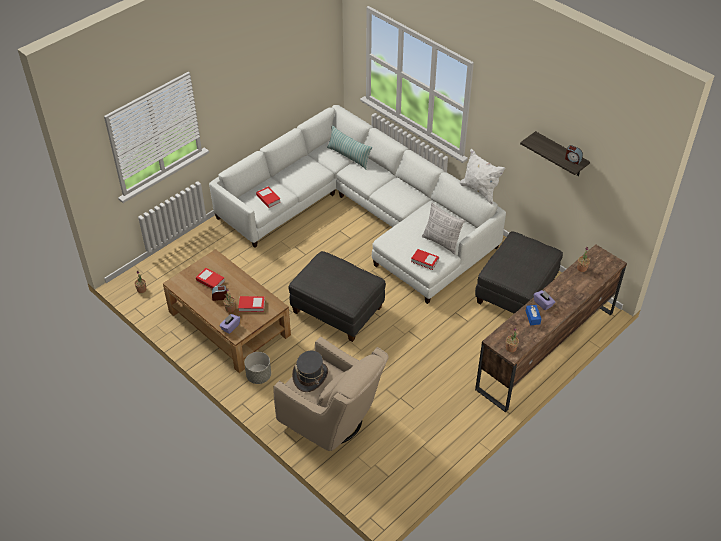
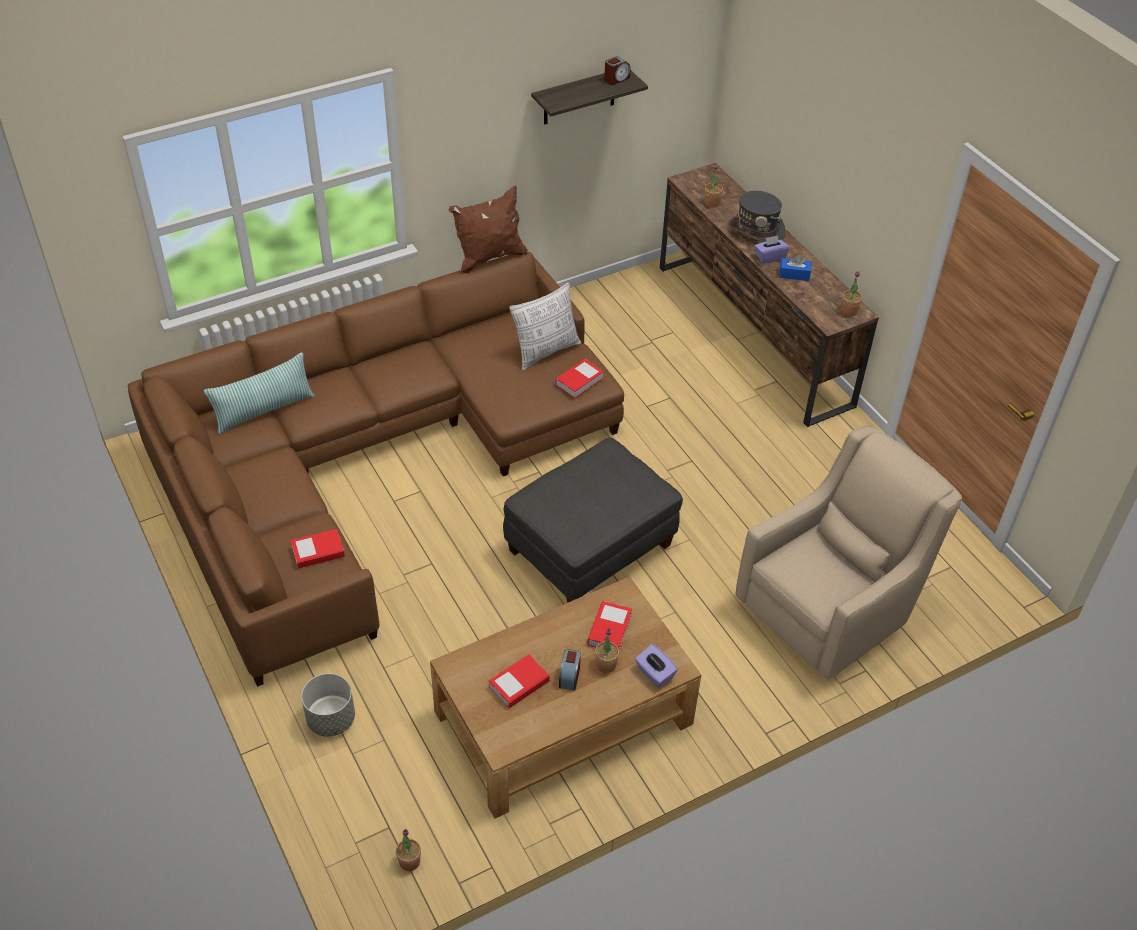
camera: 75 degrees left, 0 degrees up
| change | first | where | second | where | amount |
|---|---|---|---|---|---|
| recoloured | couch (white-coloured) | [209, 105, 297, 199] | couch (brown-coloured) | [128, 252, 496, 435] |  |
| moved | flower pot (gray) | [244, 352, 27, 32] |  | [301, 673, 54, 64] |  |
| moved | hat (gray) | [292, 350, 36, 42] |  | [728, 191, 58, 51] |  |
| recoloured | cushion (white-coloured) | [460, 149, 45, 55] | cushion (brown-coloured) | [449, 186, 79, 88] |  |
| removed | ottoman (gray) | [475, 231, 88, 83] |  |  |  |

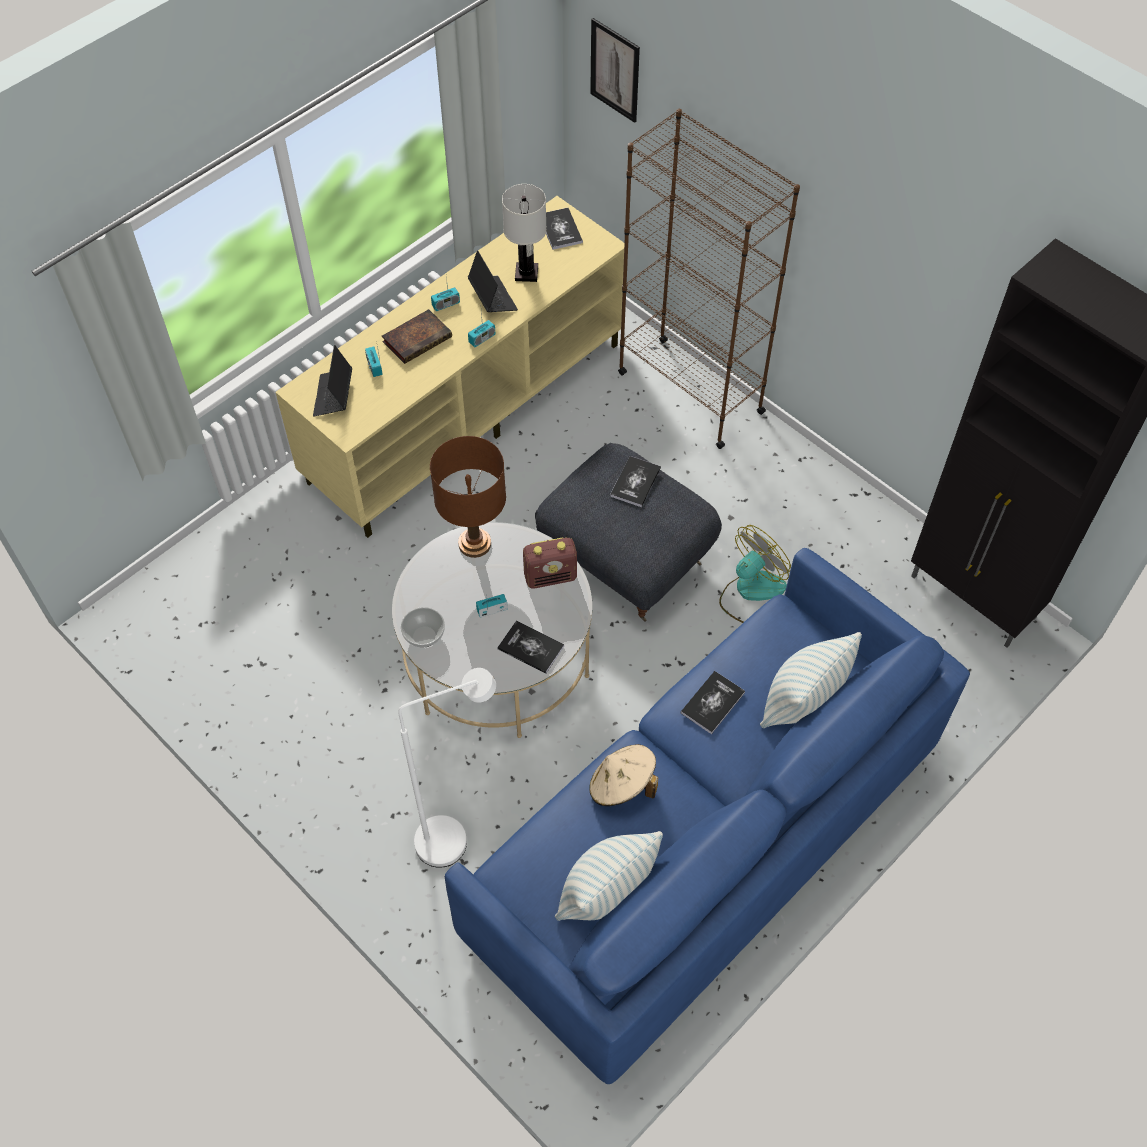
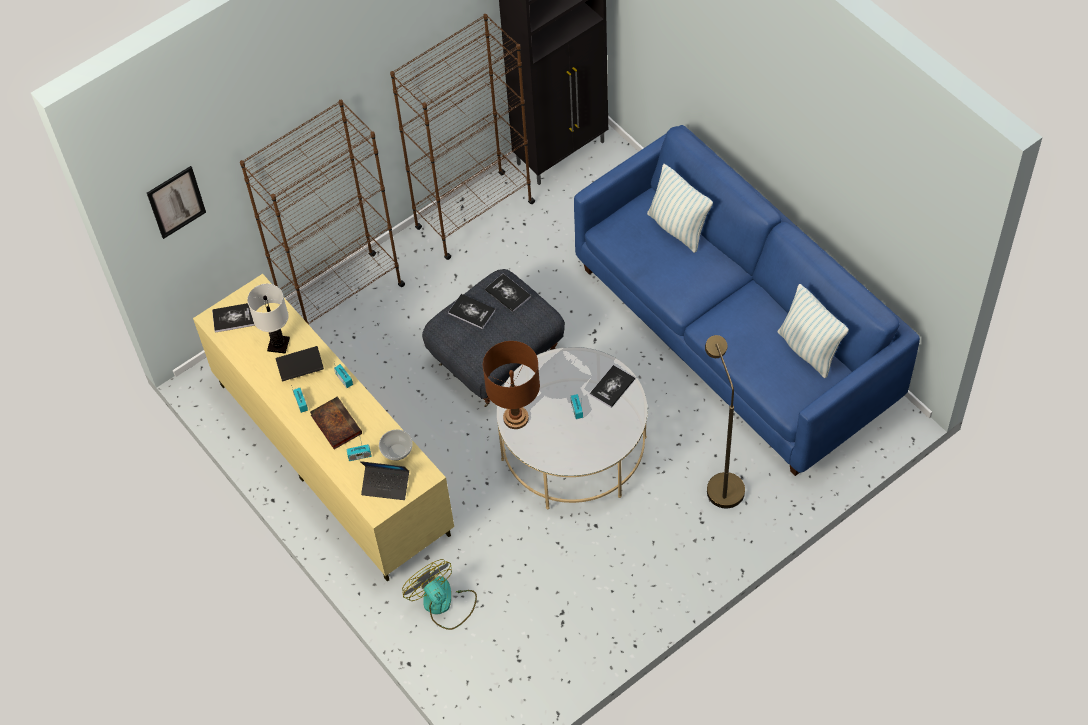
camera: 80 degrees left, 0 degrees up
| change | first | where | second | where | amount |
|---|---|---|---|---|---|
| recoloured | standard lamp (white-coloured) | [398, 668, 98, 200] | standard lamp (brown-coloured) | [705, 335, 40, 174] |  |
| moved | deep dish | [401, 607, 44, 41] |  | [379, 429, 34, 31] |  |
| removed | radio | [523, 537, 54, 52] |  |  |  |
| removed | hat (sand-coloured) | [589, 744, 69, 62] |  |  |  |
| moved | book | [680, 671, 65, 63] |  | [485, 274, 46, 38] |  |
| moved | fan | [719, 525, 72, 98] |  | [402, 559, 75, 71] |  |
| added |  |  | shelving unit (brown-coloured) | [390, 14, 145, 246] |  |

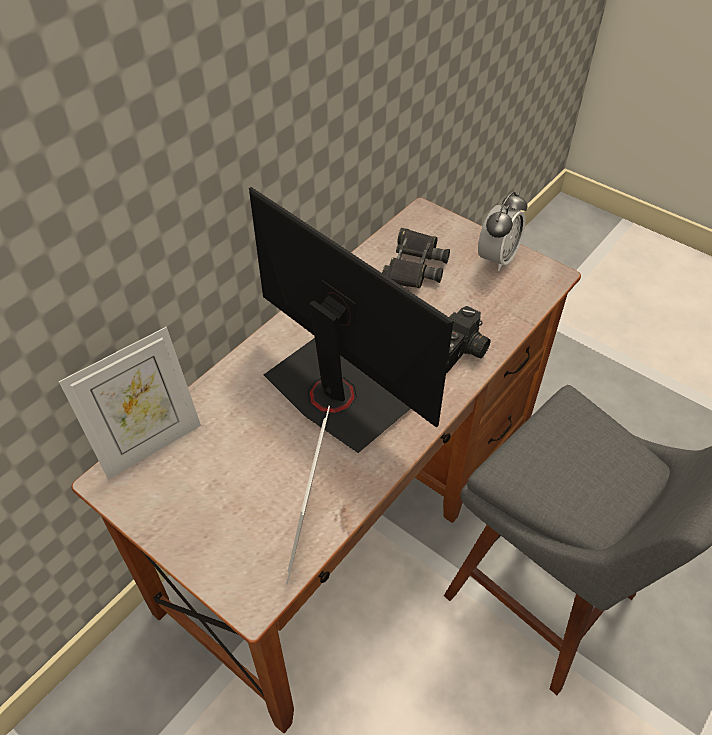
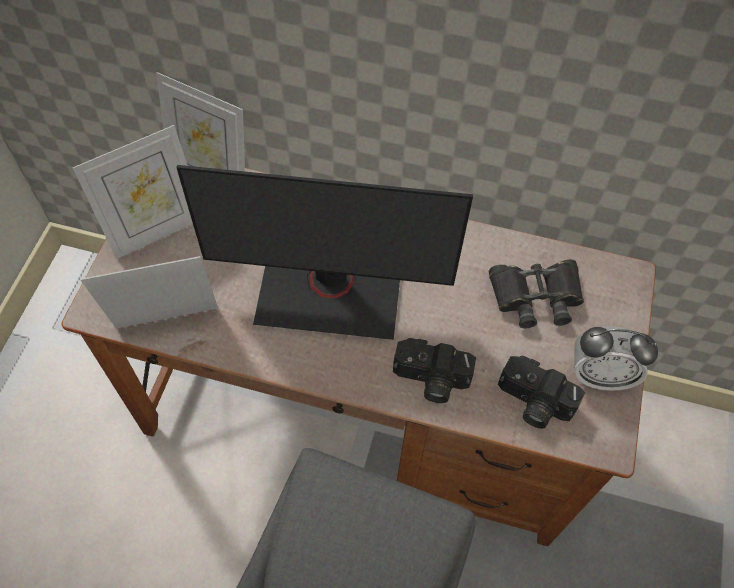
camera: 65 degrees right, 10 degrees up
| change | first | where | second | where | amount |
|---|---|---|---|---|---|
| turned | monitor | [249, 187, 205, 266] |  | [176, 165, 297, 175] | 75 degrees clockwise |
| added |  |  | standing frame | [73, 125, 120, 134] |  |
| added |  |  | photo camera | [498, 356, 87, 73] |  |

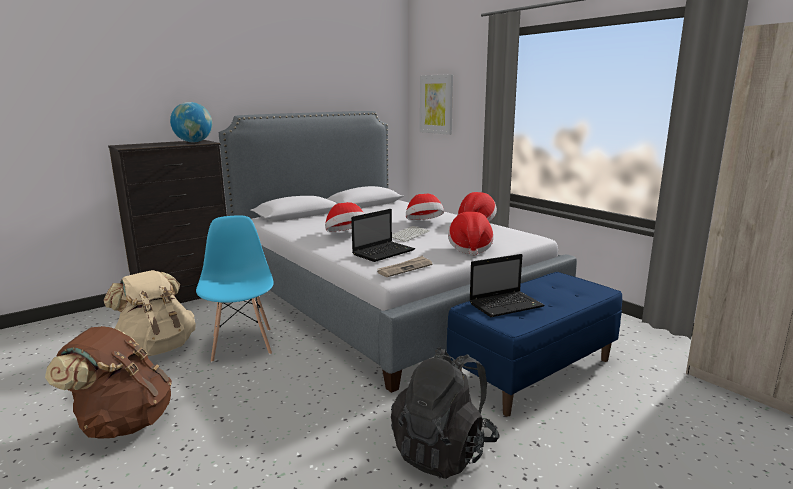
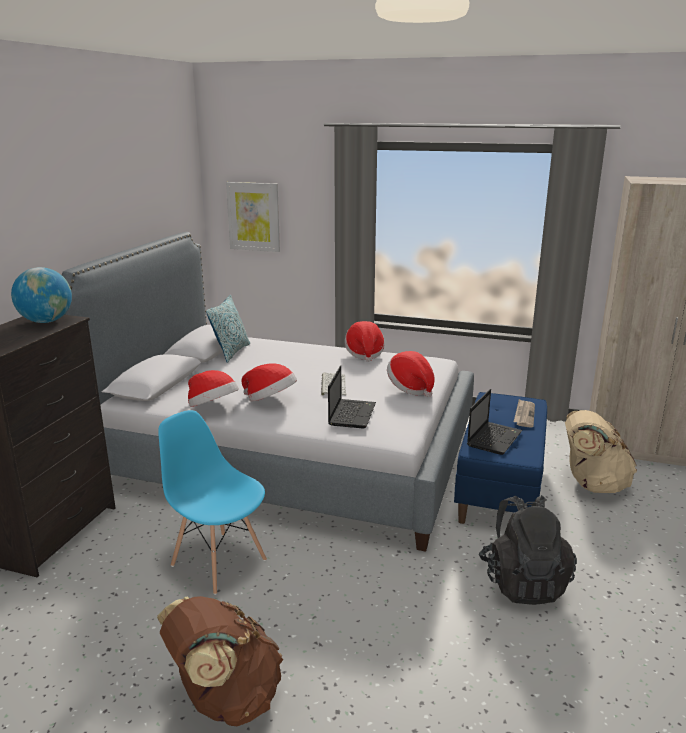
camera: 35 degrees left, 5 degrees up
| change | first | where | second | where | amount |
|---|---|---|---|---|---|
| moved | backpack (sand-coloured) | [103, 270, 93, 86] |  | [565, 410, 72, 83] |  |
| moved | printed paper | [377, 255, 56, 22] |  | [514, 399, 21, 29] |  |
| moved | hat | [406, 194, 38, 26] |  | [188, 370, 51, 37] |  |
| added |  |  | cushion | [206, 295, 44, 68] |  |

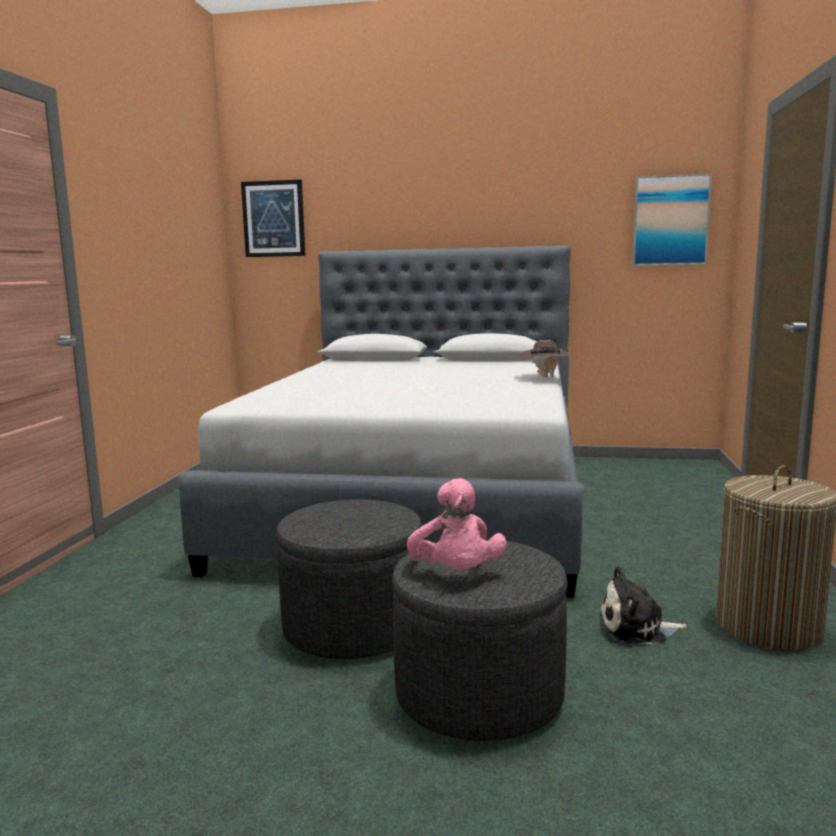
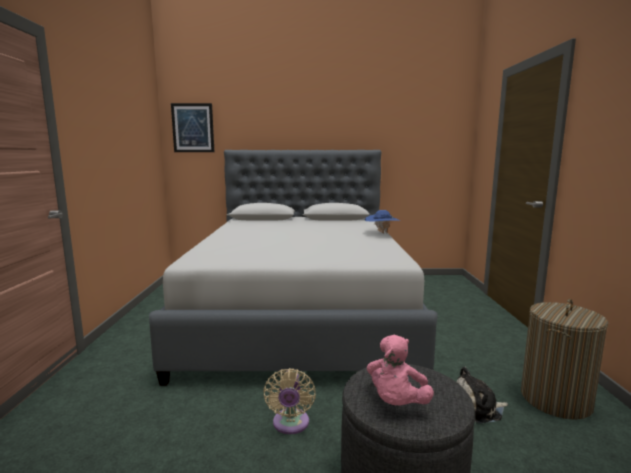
camera: 10 degrees left, 0 degrees up
| change | first | where | second | where | amount |
|---|---|---|---|---|---|
| replaced | ottoman (gray) | [276, 499, 146, 160] | fan (sand-coloured) | [263, 368, 53, 66] |  |
| turned | cuddly toy (pink) | [407, 478, 100, 91] |  | [367, 335, 67, 71] | 45 degrees clockwise |
| recoloured | hat (brown-coloured) | [517, 340, 57, 38] | hat (blue) | [365, 210, 36, 24] |  |
| removed | picture | [632, 173, 80, 93] |  |  |  |

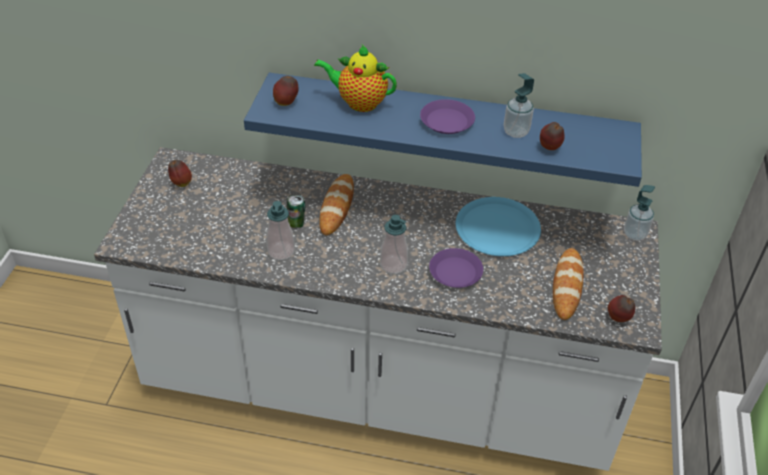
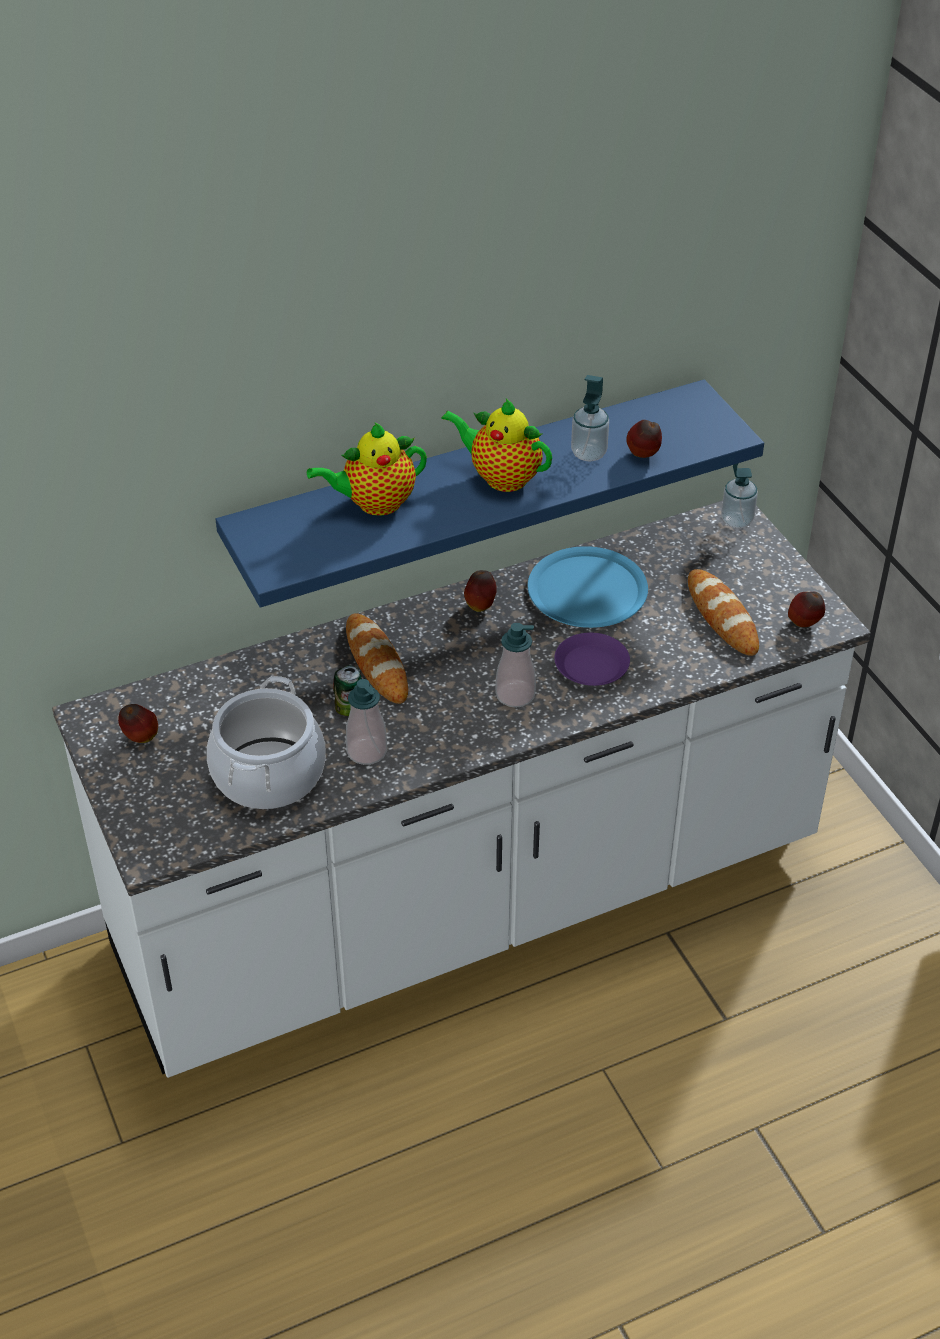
camera: 35 degrees left, 0 degrees up
| change | first | where | second | where | amount |
|---|---|---|---|---|---|
| moved | apple fruit | [273, 76, 25, 30] |  | [464, 570, 33, 42] |  |
| replaced | plate (purplish) | [420, 99, 55, 35] | tea pot | [441, 398, 111, 94] |  |
| added |  |  | saucepot | [207, 676, 119, 133] |  |

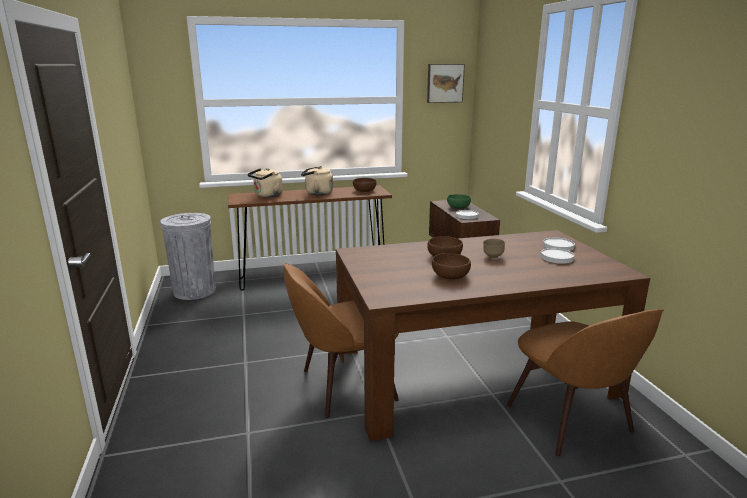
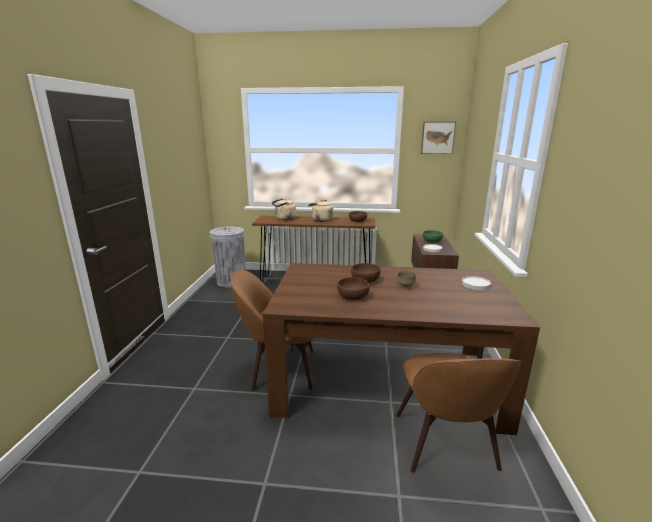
camera: 20 degrees right, 0 degrees up
| change | first | where | second | where | amount |
|---|---|---|---|---|---|
| removed | plate (white-coloured) | [541, 248, 33, 16] |  |  |  |

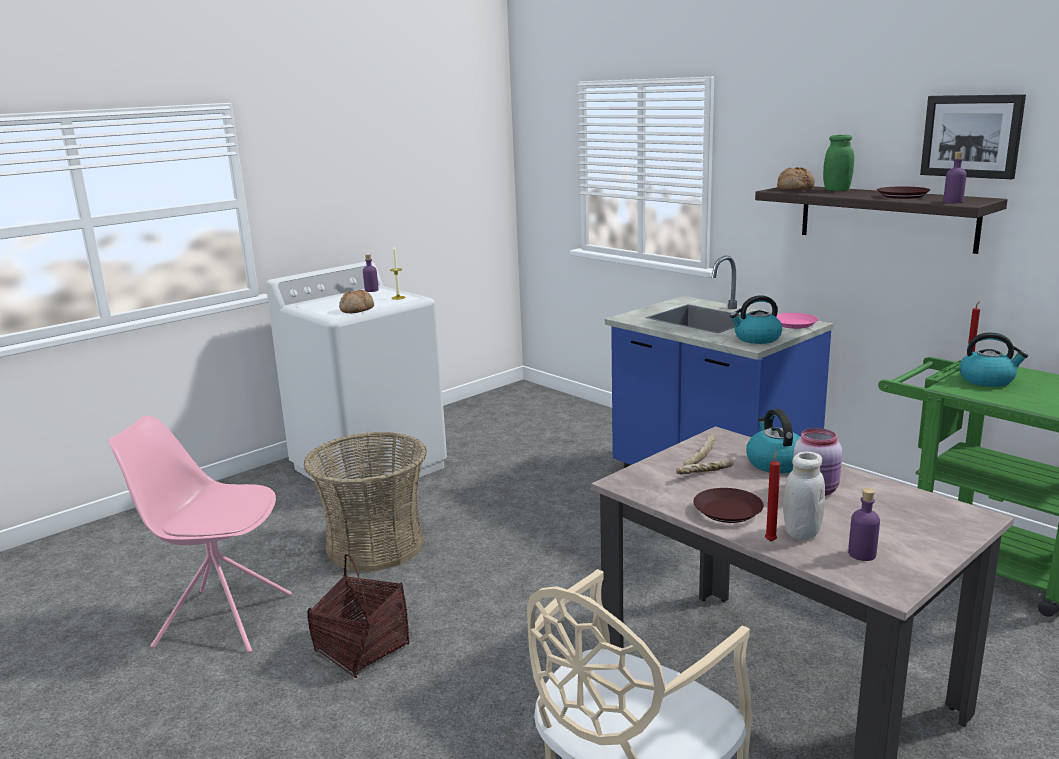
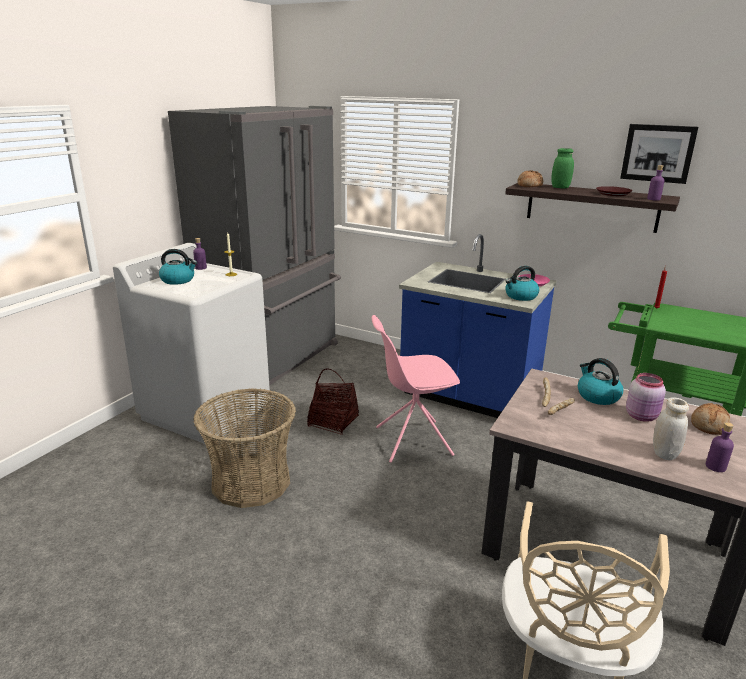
camera: 20 degrees left, 5 degrees up
| change | first | where | second | where | amount |
|---|---|---|---|---|---|
| moved | plain chair (pink) | [108, 416, 184, 237] |  | [371, 315, 89, 148] |  |
| moved | basket | [307, 554, 103, 124] |  | [307, 369, 52, 66] |  |
| moved | bakery bread | [339, 290, 35, 23] |  | [691, 403, 39, 32] |  |
| removed | plate (brown-coloured) | [693, 488, 71, 35] |  |  |  |
| removed | wax candle (reddish) | [765, 450, 15, 92] |  |  |  |
| moved | water kettle | [959, 332, 69, 55] |  | [159, 249, 38, 36] |  |
| added |  |  | fridge (gray) | [168, 106, 173, 279] |  |

